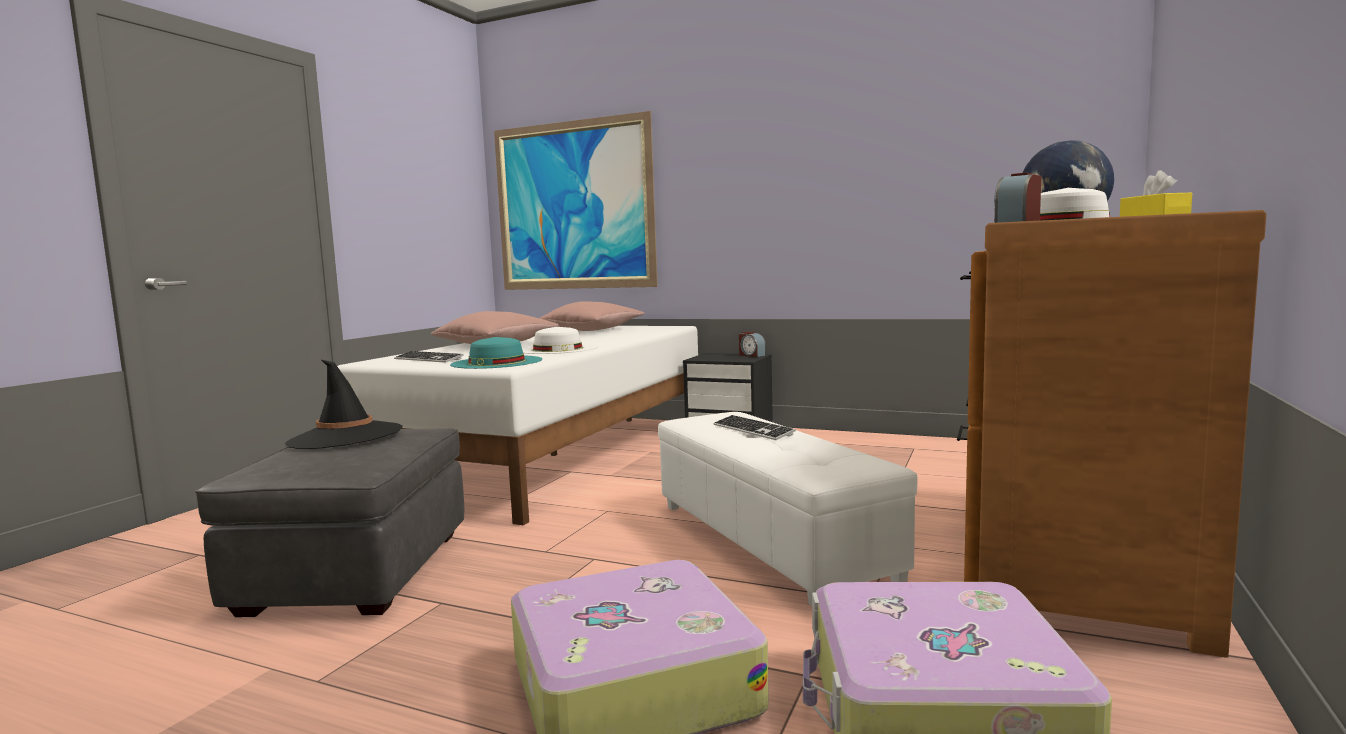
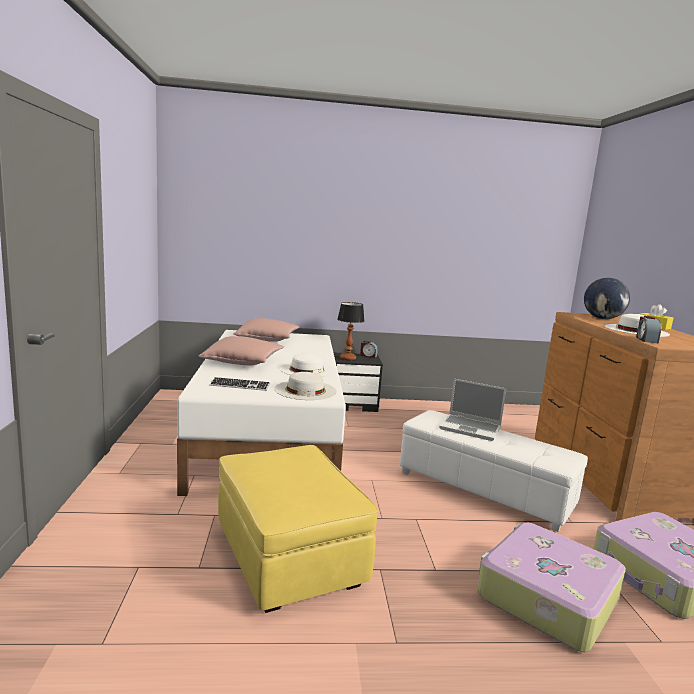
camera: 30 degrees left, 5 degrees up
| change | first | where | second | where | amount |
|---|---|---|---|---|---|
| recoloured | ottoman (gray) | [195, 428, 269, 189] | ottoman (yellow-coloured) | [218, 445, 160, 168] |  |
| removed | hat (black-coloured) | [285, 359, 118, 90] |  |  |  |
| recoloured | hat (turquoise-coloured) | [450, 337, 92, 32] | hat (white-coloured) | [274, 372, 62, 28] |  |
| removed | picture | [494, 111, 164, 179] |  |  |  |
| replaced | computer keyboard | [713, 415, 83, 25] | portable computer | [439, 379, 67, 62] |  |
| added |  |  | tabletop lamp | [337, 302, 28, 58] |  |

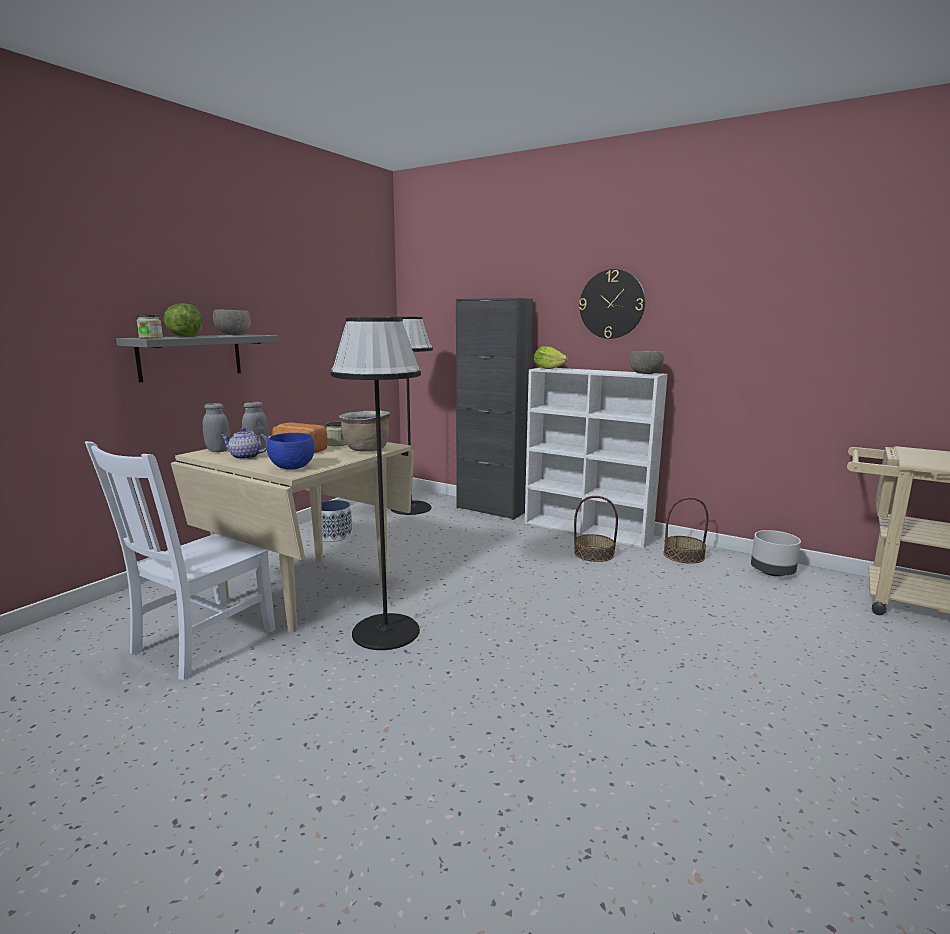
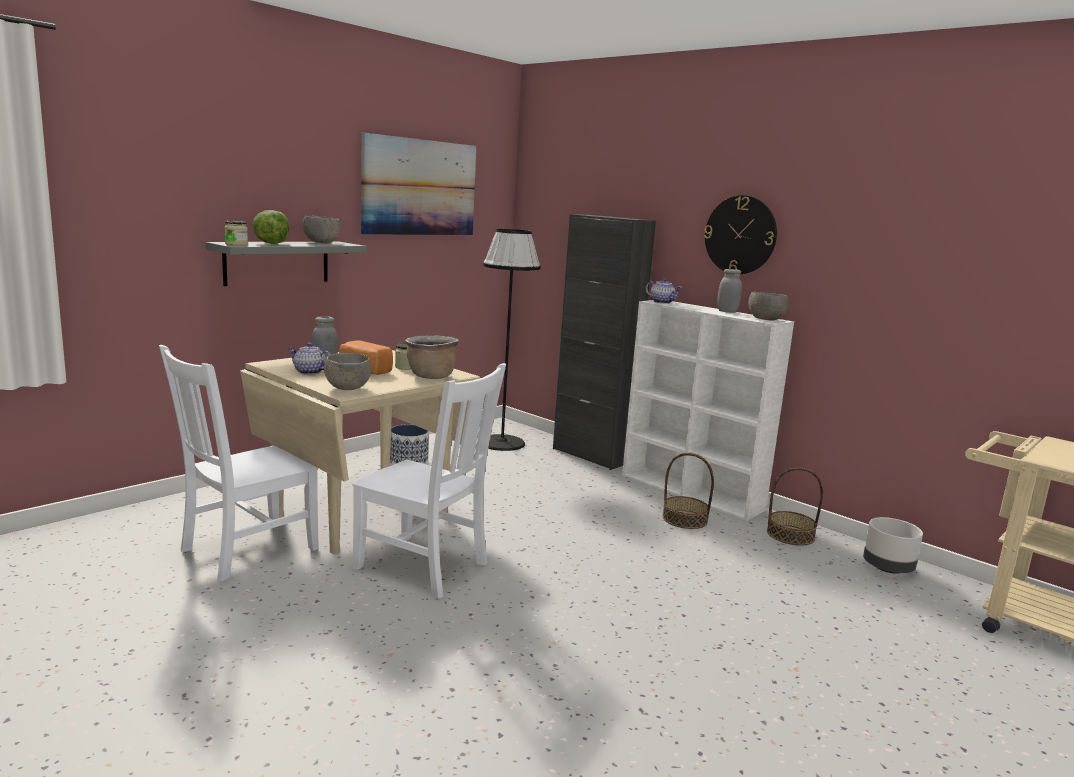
camera: 10 degrees right, 0 degrees up
| change | first | where | second | where | amount |
|---|---|---|---|---|---|
| moved | storage jar (gray) | [203, 403, 27, 49] |  | [717, 269, 25, 44] |  |
| recoloured | deep dish (blue) | [267, 433, 48, 37] | deep dish (gray) | [324, 353, 47, 37] |  |
| replaced | standard lamp (black-coloured) | [331, 317, 90, 333] | plain chair (white-coloured) | [353, 363, 153, 236] |  |
| replaced | lettuce | [534, 346, 34, 23] | tea pot | [646, 278, 36, 26] |  |
| added |  |  | picture | [361, 133, 115, 102] |  |

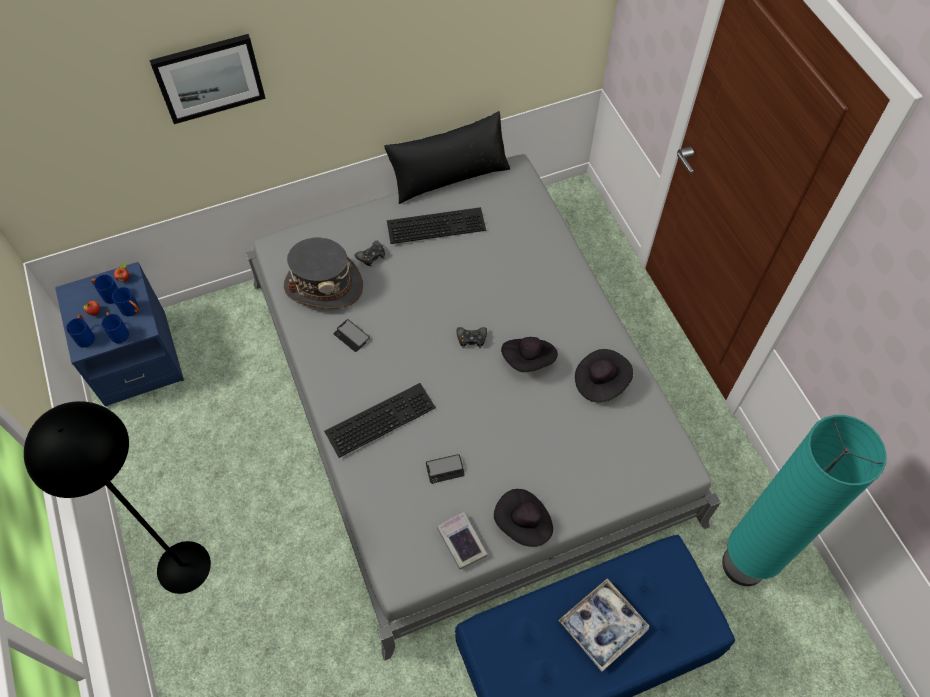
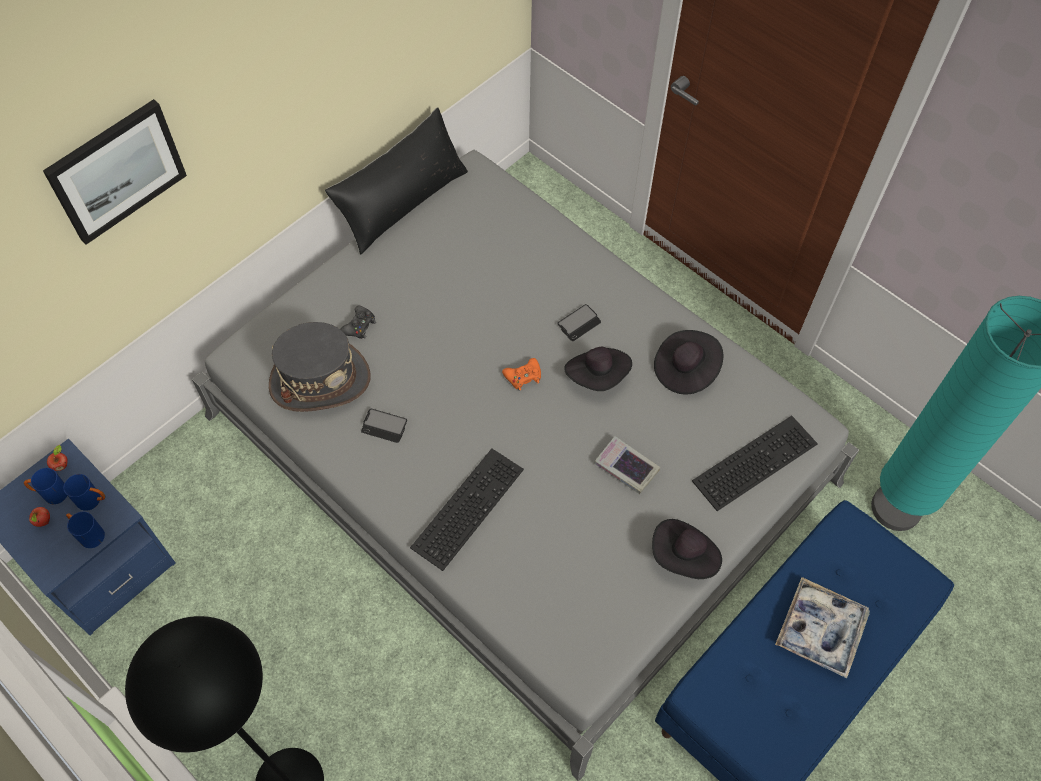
camera: 25 degrees left, 0 degrees up
| change | first | where | second | where | amount |
|---|---|---|---|---|---|
| removed | mug (blue) | [66, 315, 29, 33] |  |  |  |
| moved | computer keyboard | [387, 207, 99, 37] |  | [692, 416, 126, 95] |  |
| moved | handset | [426, 454, 39, 30] |  | [557, 304, 44, 37] |  |
| moved | book | [437, 512, 50, 58] |  | [594, 436, 66, 58] |  |
| recoloured | game controller (black-coloured) | [456, 327, 31, 21] | game controller (orangey) | [502, 358, 39, 33] |  |

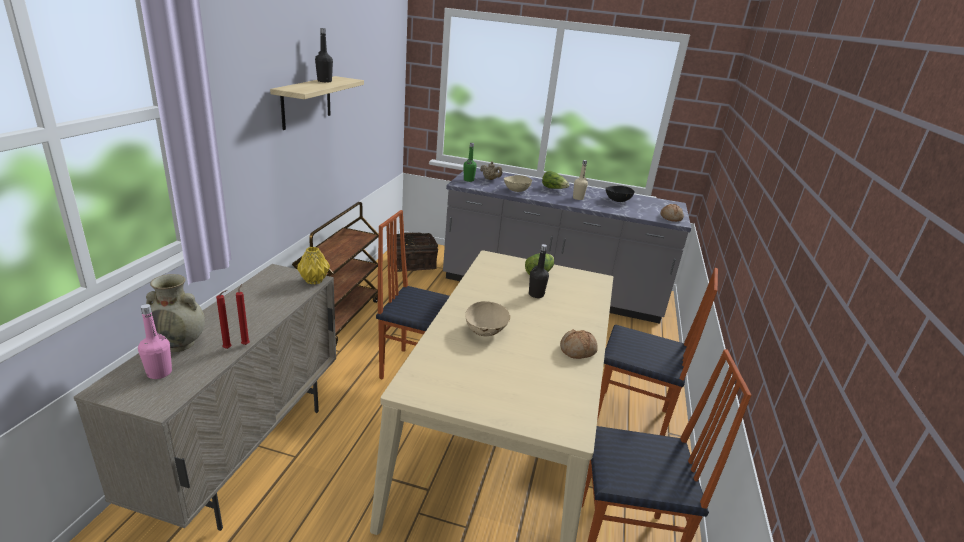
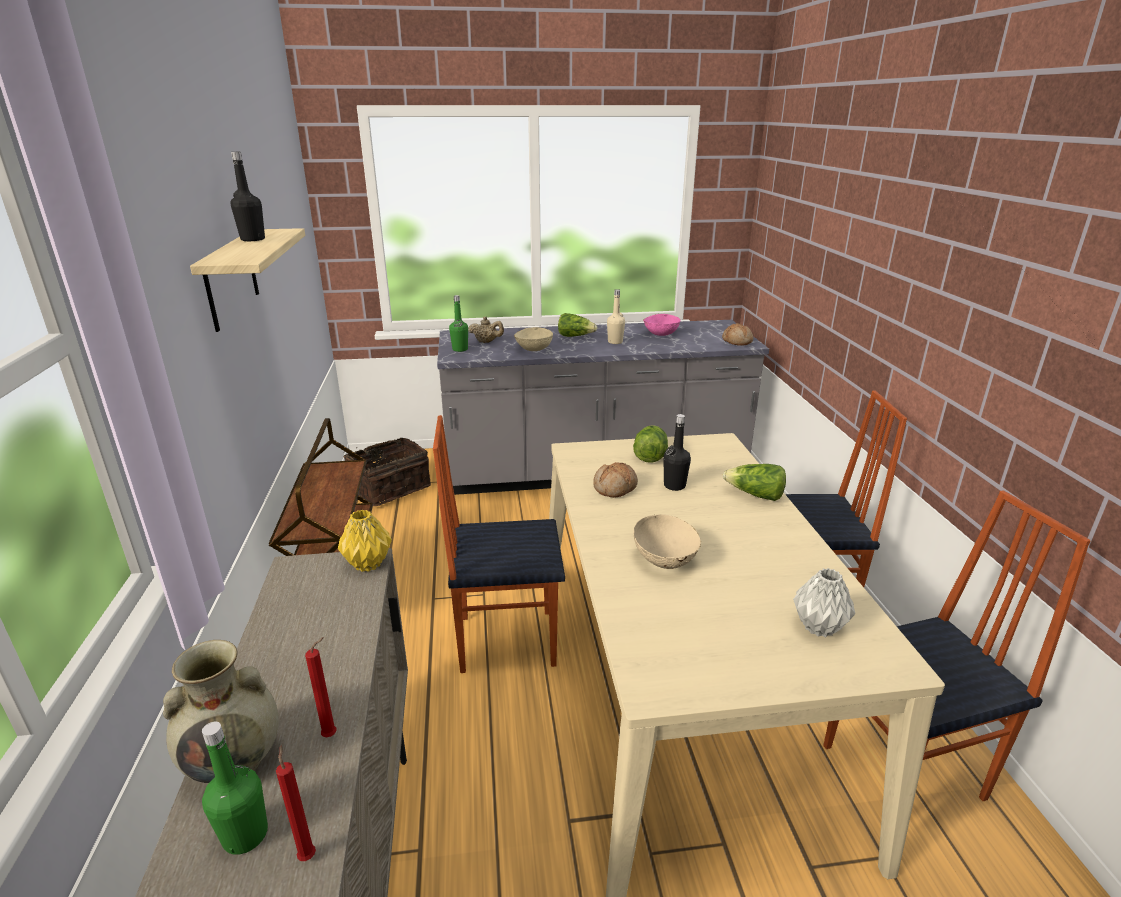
camera: 20 degrees left, 0 degrees up
| change | first | where | second | where | amount |
|---|---|---|---|---|---|
| recoloured | drink bottle (pink) | [138, 304, 34, 75] | drink bottle (greenish) | [202, 721, 66, 134] |  |
| moved | wax candle (reddish) | [236, 284, 14, 61] |  | [276, 745, 40, 116] |  |
| moved | bakery bread | [560, 329, 38, 30] |  | [593, 462, 45, 36] |  |
| recoloured | deep dish (black-coloured) | [606, 186, 29, 16] | deep dish (pink) | [643, 314, 38, 22] |  |
| added |  |  | lettuce | [722, 464, 64, 37] |  |
| added |  |  | vase (gray) | [793, 568, 62, 69] |  |

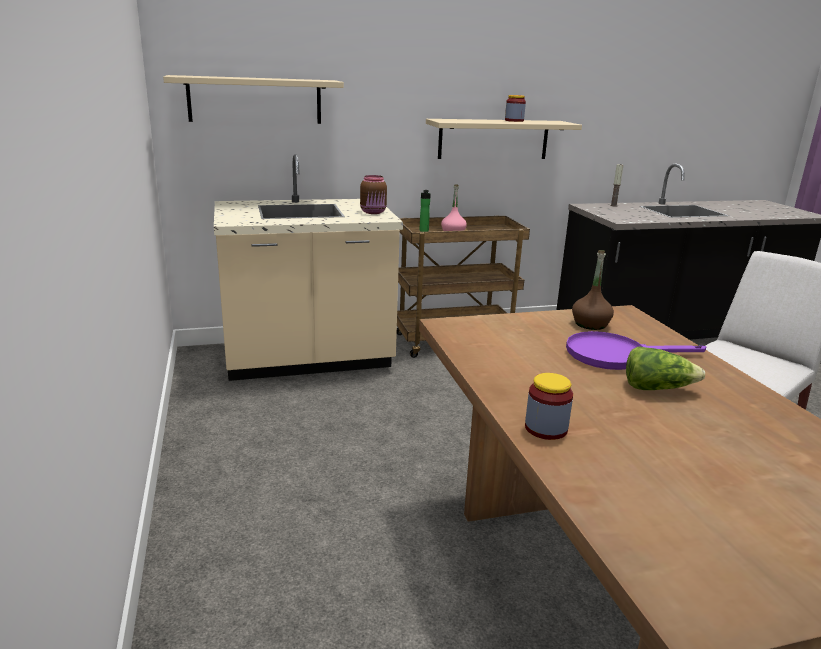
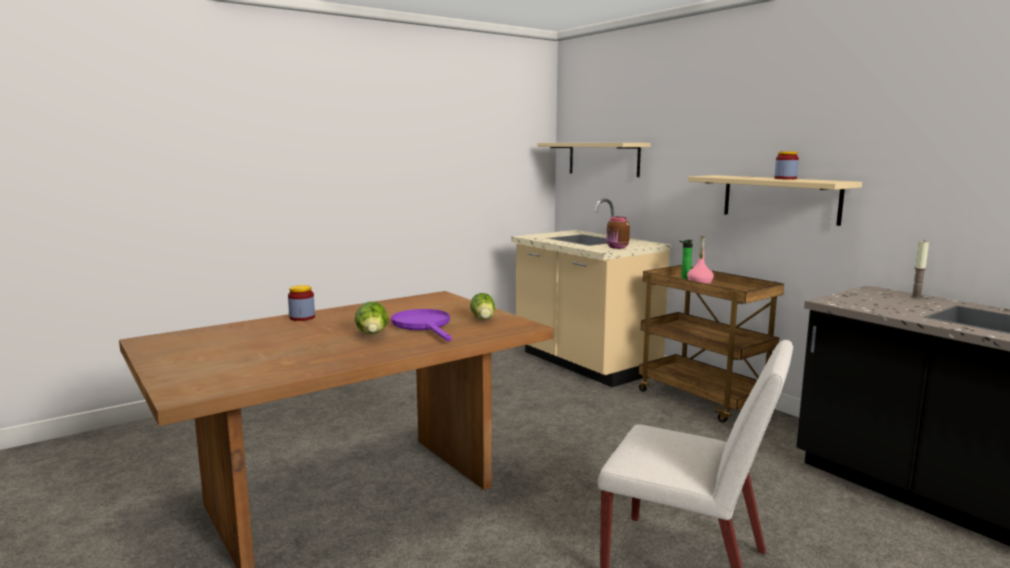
camera: 70 degrees right, 10 degrees down
| change | first | where | second | where | amount |
|---|---|---|---|---|---|
| replaced | drink bottle (brown-coloured) | [572, 250, 42, 80] | lettuce | [470, 293, 25, 27] |  |

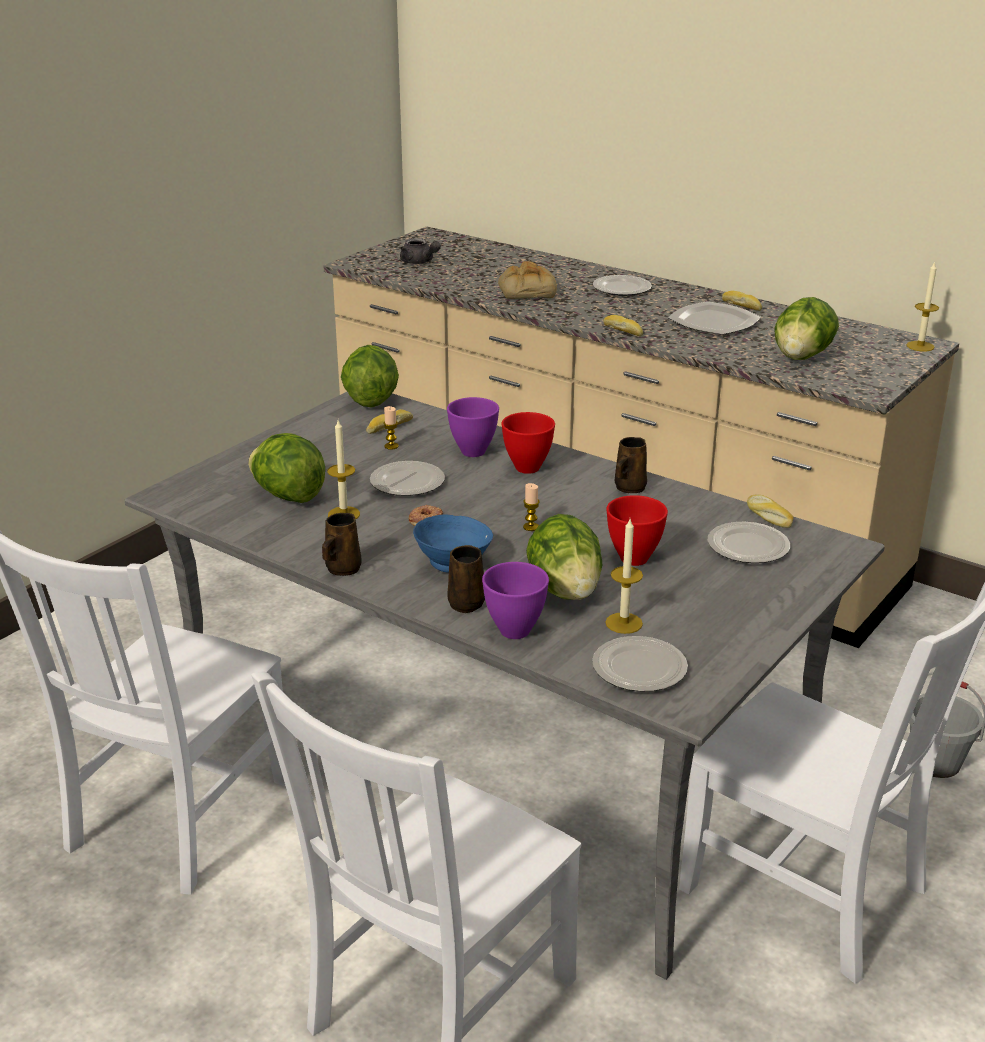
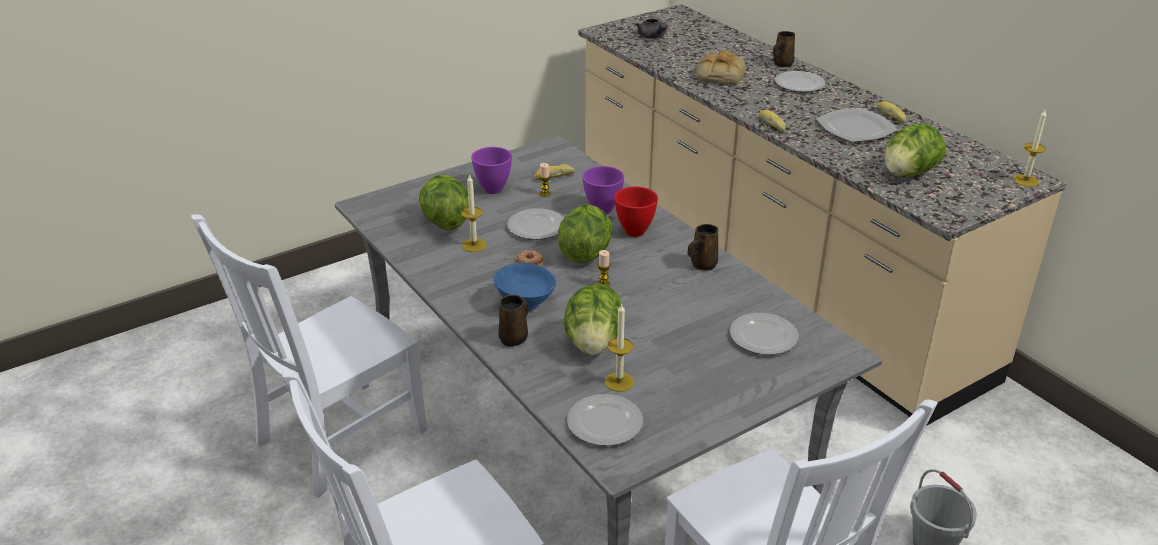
camera: 20 degrees right, 5 degrees up
| change | first | where | second | where | amount |
|---|---|---|---|---|---|
| moved | mug (brown-coloured) | [322, 513, 40, 63] |  | [772, 31, 23, 36] |  |
| moved | lettuce | [341, 345, 58, 63] |  | [558, 204, 55, 60] |  |
| moved | deep dish (purplish) | [482, 562, 67, 77] |  | [471, 147, 41, 47] |  |
| removed | deep dish (reddish) | [606, 495, 62, 71] |  |  |  |
| removed | bakery bread | [747, 495, 47, 33] |  |  |  |

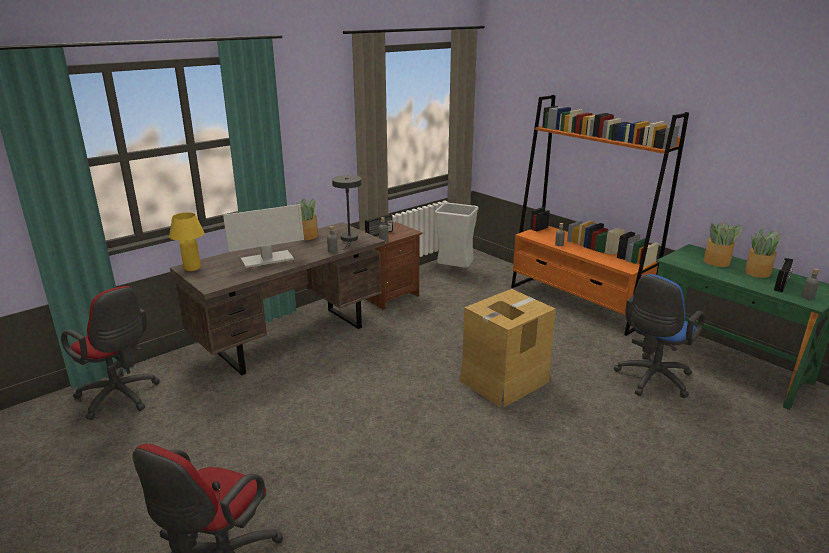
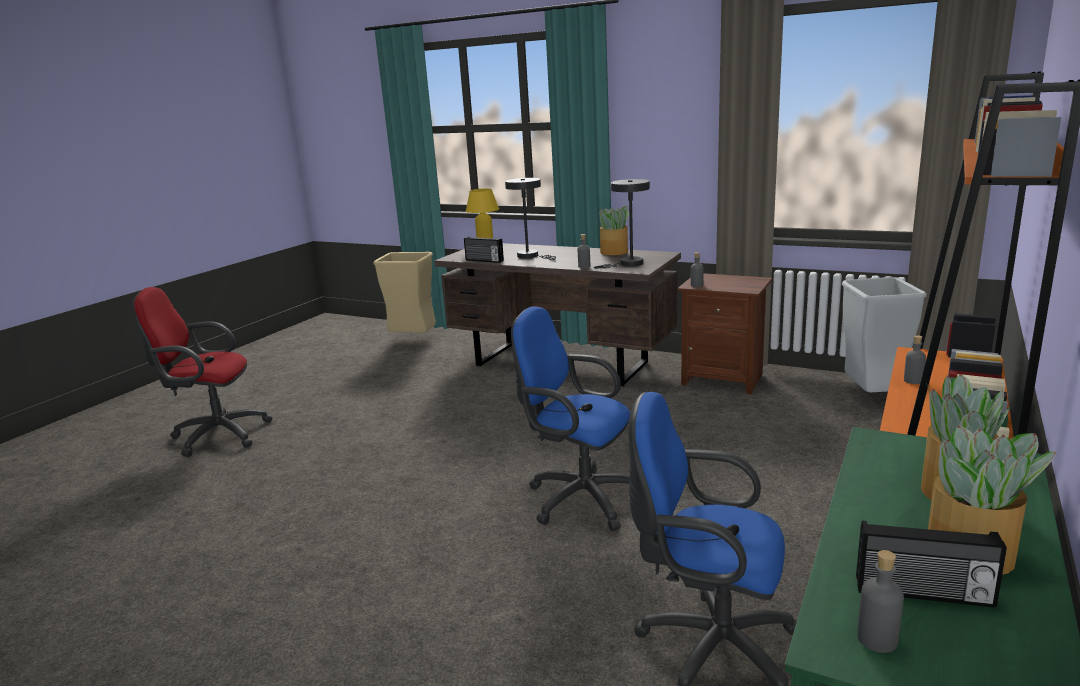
camera: 70 degrees right, 5 degrees down
| change | first | where | second | where | amount |
|---|---|---|---|---|---|
| replaced | desk chair (reddish) | [61, 286, 99, 134] | rubbish bin (sand-coloured) | [374, 252, 62, 81] |  |
| replaced | monitor | [223, 204, 81, 64] | tabletop lamp (gray) | [505, 178, 51, 82] |  |
| moved | radio | [365, 214, 28, 22] |  | [464, 237, 40, 26] |  |
| replaced | packing box | [460, 289, 96, 119] | desk chair (blue) | [511, 306, 119, 225] |  |

